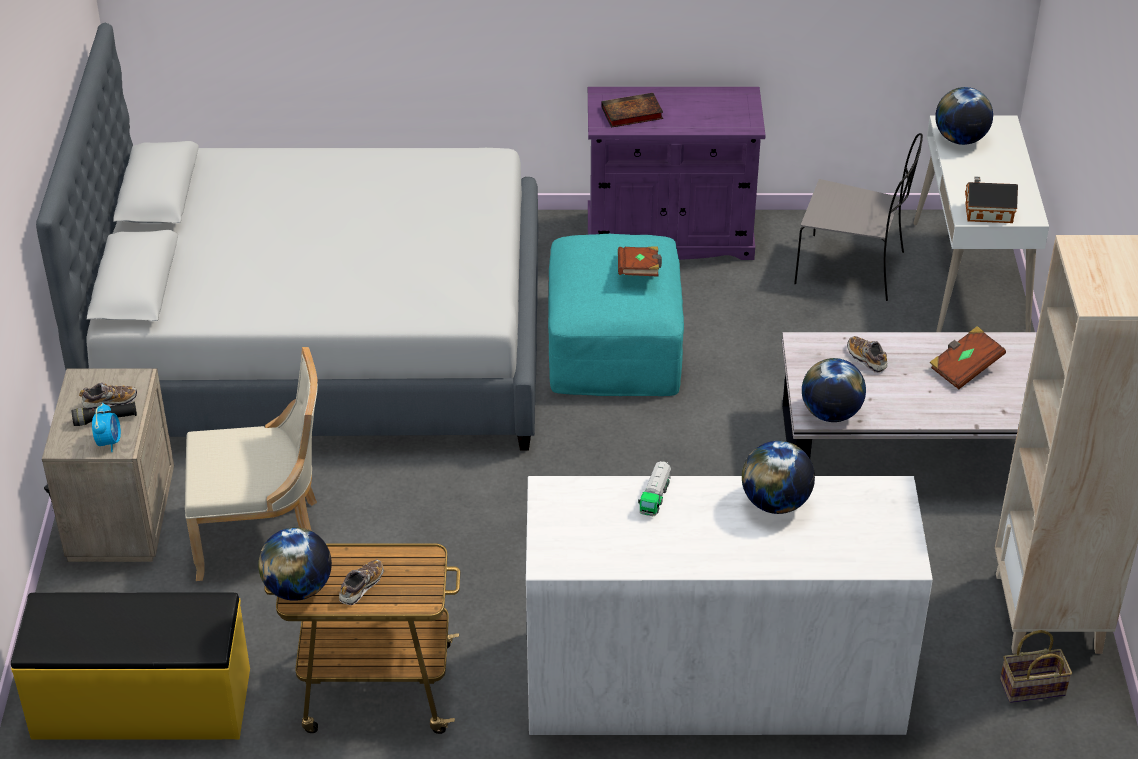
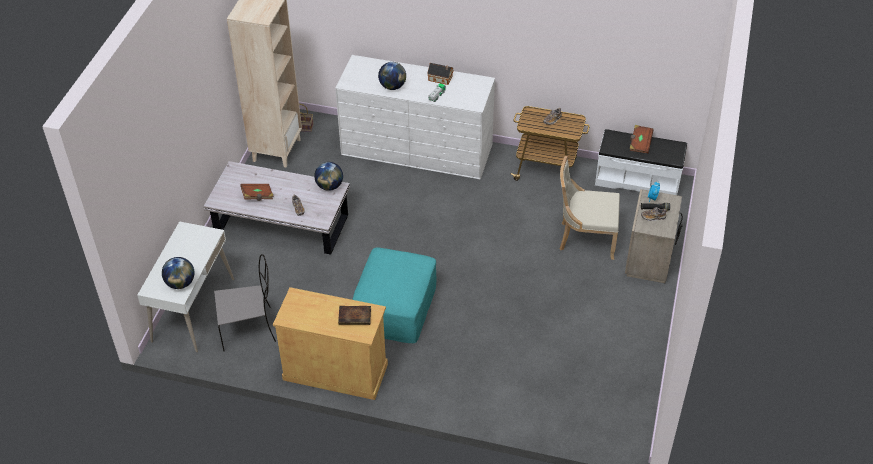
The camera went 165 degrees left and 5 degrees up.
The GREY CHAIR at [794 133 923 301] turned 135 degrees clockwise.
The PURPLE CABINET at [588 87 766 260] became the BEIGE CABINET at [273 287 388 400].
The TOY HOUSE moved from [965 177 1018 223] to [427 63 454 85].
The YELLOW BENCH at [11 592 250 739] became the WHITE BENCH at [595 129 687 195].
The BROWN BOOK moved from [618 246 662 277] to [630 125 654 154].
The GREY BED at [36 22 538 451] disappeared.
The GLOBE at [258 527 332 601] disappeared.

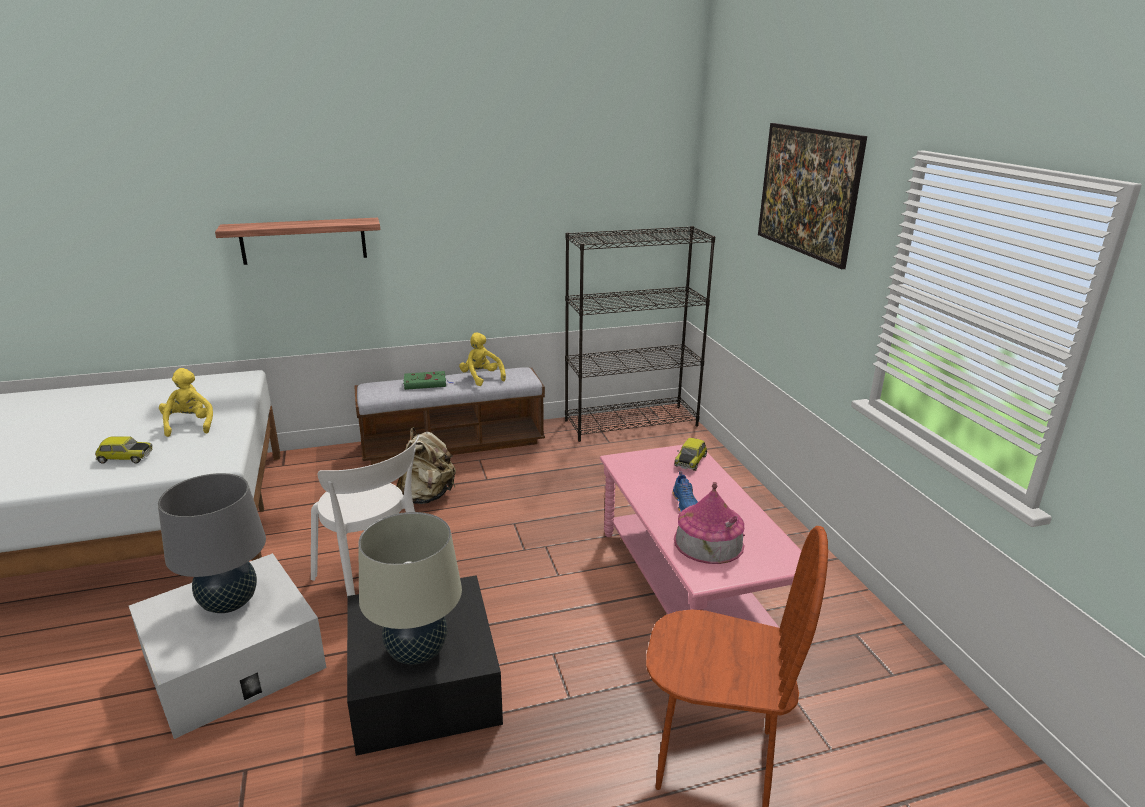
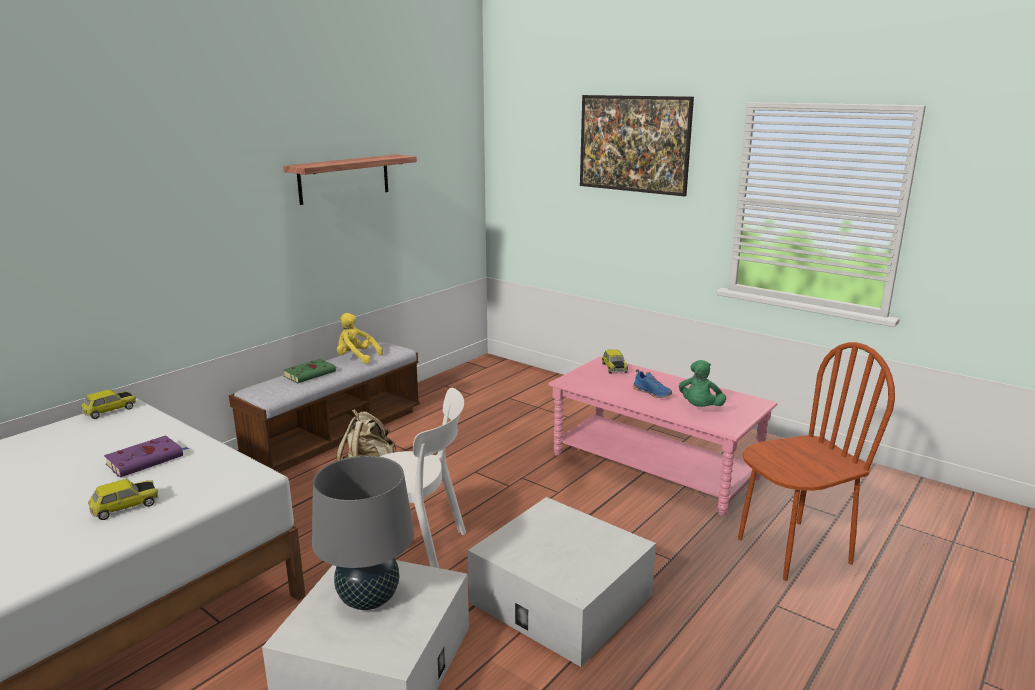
The camera went 35 degrees left and 5 degrees down.
The TOY CAR at [81 389 136 419] appeared.
The YELLOW PLUSH TOY at [159 368 213 437] was replaced by the PURPLE BOOK at [104 435 189 478].
The SHELF moved from [215 218 380 265] to [283 154 417 205].
The BLACK STORAGE BOX at [347 575 503 756] became the WHITE STORAGE BOX at [468 497 656 667].
The TOY HOUSE at [674 482 745 564] was replaced by the GREEN PLUSH TOY at [679 360 726 407].
The BEIGE TABLE LAMP at [358 512 462 665] disappeared.
The BLACK BOOKCASE at [565 226 715 442] disappeared.

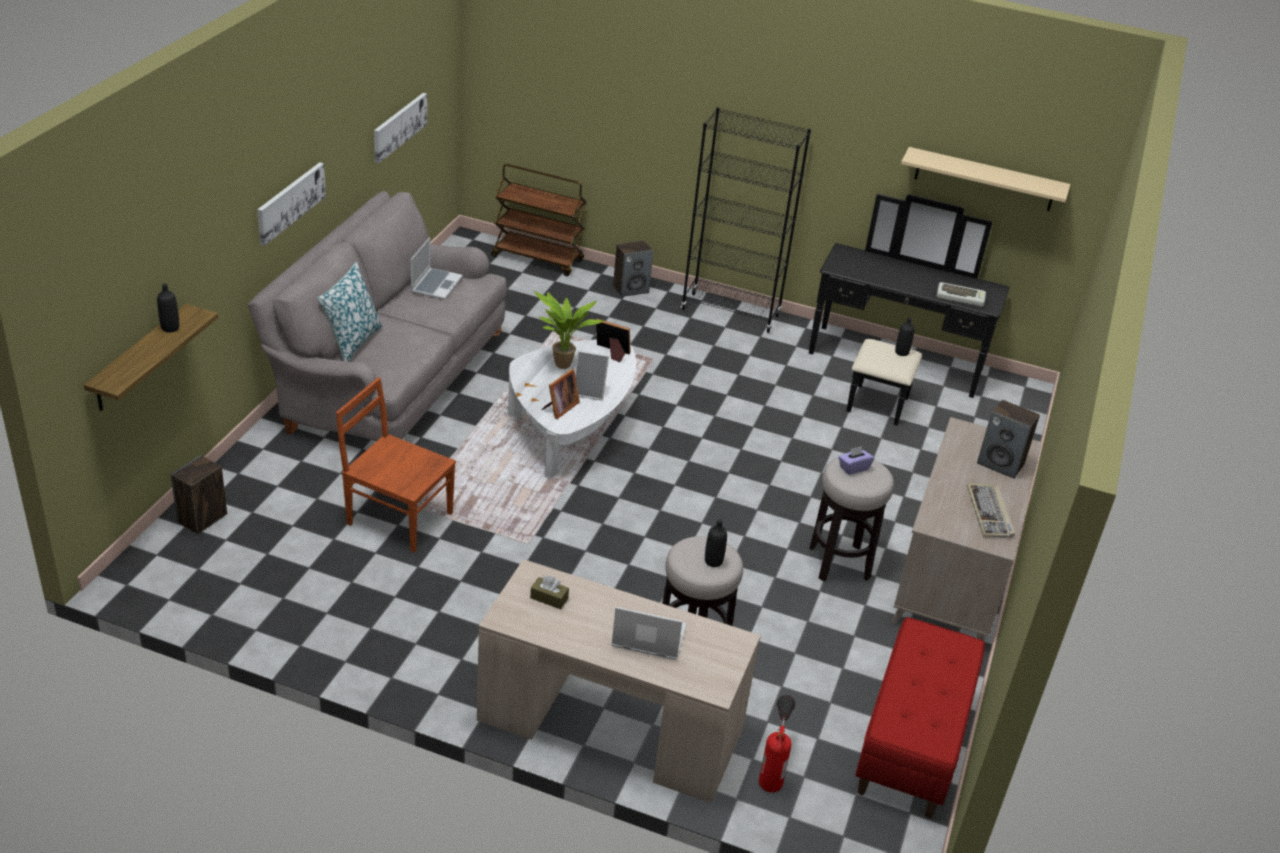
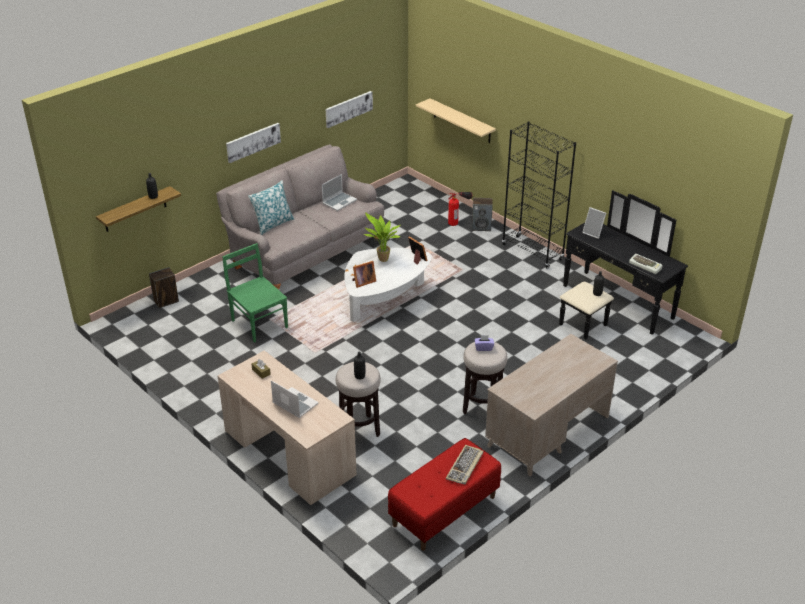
The camera went 30 degrees right and 0 degrees up.
The BROWN CHAIR at [336 377 456 552] became the GREEN CHAIR at [222 243 288 343].
The BEIGE SHELF moved from [901 147 1070 211] to [416 98 496 143].
The KEYBOARD moved from [967 484 1015 537] to [446 445 484 484].
The FIRE EXTINGUISHER moved from [759 695 795 793] to [448 192 472 226].
The PICTURE FRAME moved from [575 350 609 401] to [582 207 606 239].
The BROWN CART at [491 164 586 276] disappeared.
The SPEAKER at [977 400 1040 479] disappeared.

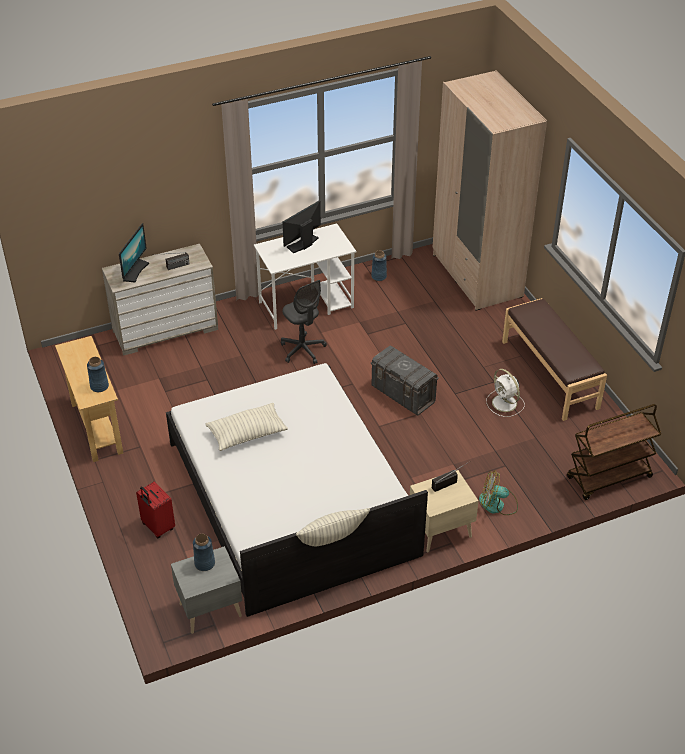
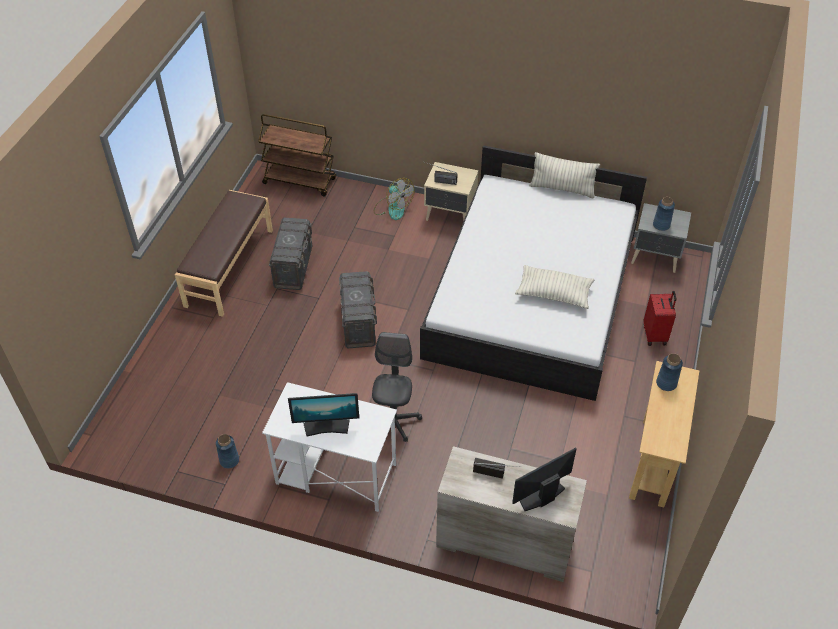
The camera went 140 degrees left and 5 degrees up.
The WHITE FAN at [486 369 525 417] was replaced by the GREY STORAGE BOX at [269 218 312 290].
The BEIGE WARDROBE at [433 70 547 311] disappeared.

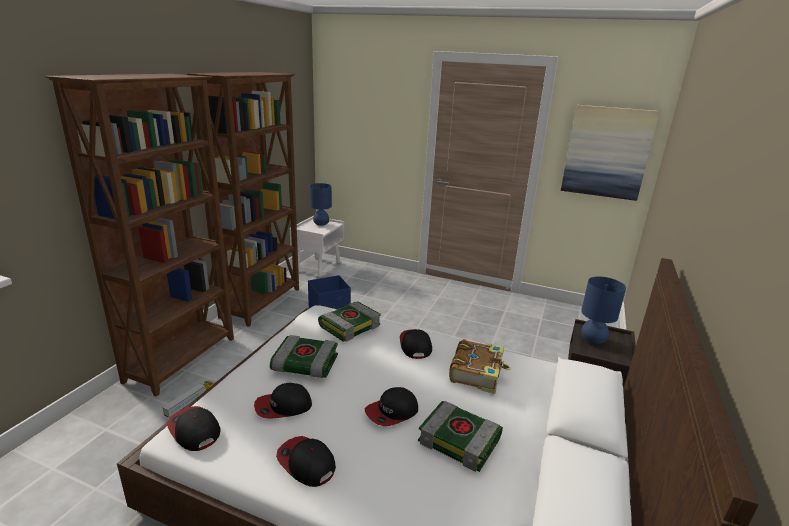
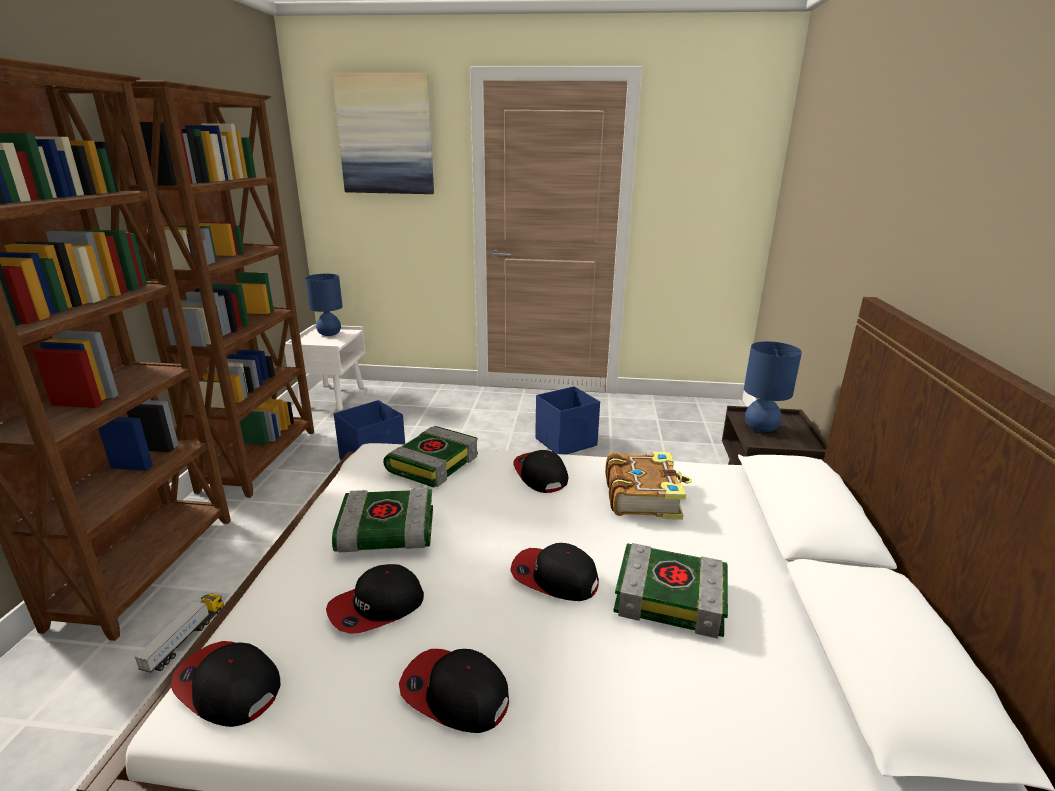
The camera went 15 degrees left and 0 degrees up.
The PICTURE moved from [561 105 660 201] to [332 73 434 194].
The CAP at [365 387 418 426] turned 75 degrees clockwise.
The BLUE STORAGE BOX at [535 386 600 455] appeared.

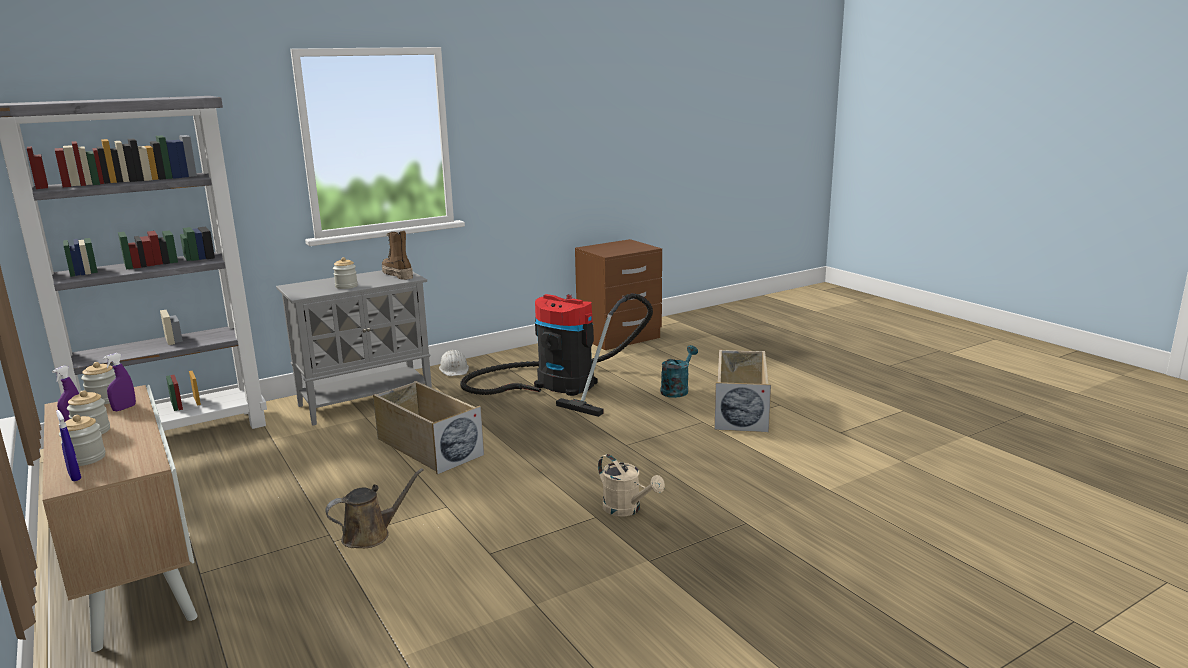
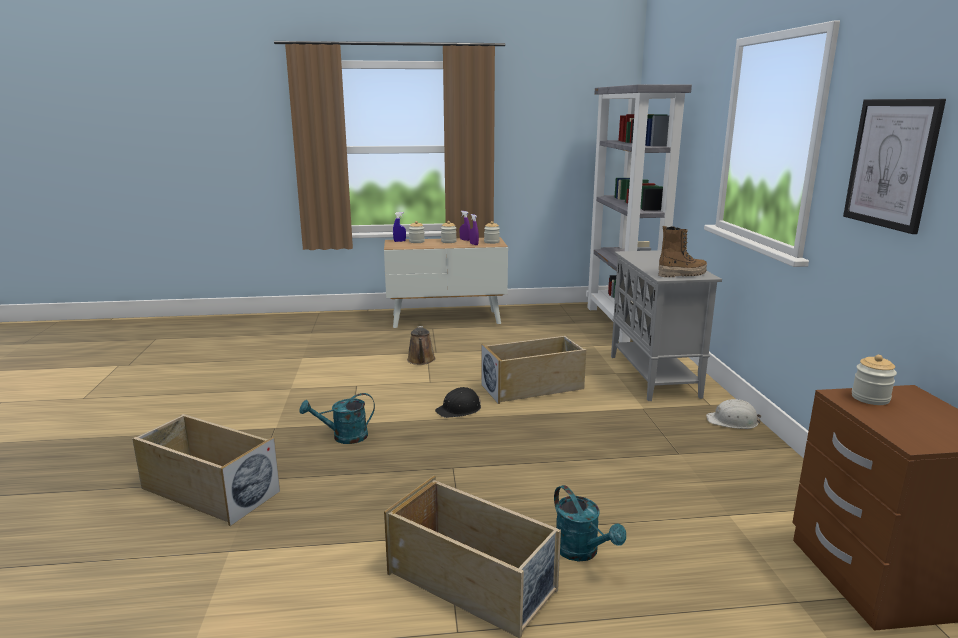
The camera went 115 degrees right and 0 degrees up.
The BEIGE STORAGE BOX at [132 414 280 526] appeared.
The BEIGE WATERING CAN at [598 454 665 516] became the TURQUOISE WATERING CAN at [299 393 375 444].
The BLACK HARD HAT at [435 387 481 418] appeared.
The PICTURE at [843 99 946 234] appeared.
The JAR moved from [333 257 358 289] to [852 355 897 405].
The VACUUM CLEANER at [460 293 653 417] disappeared.

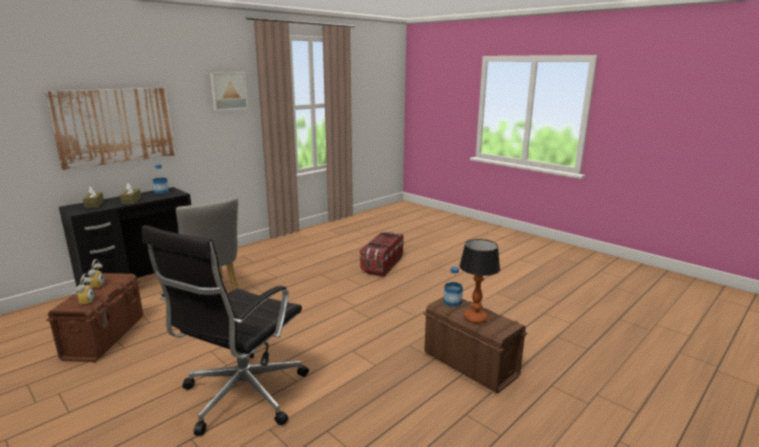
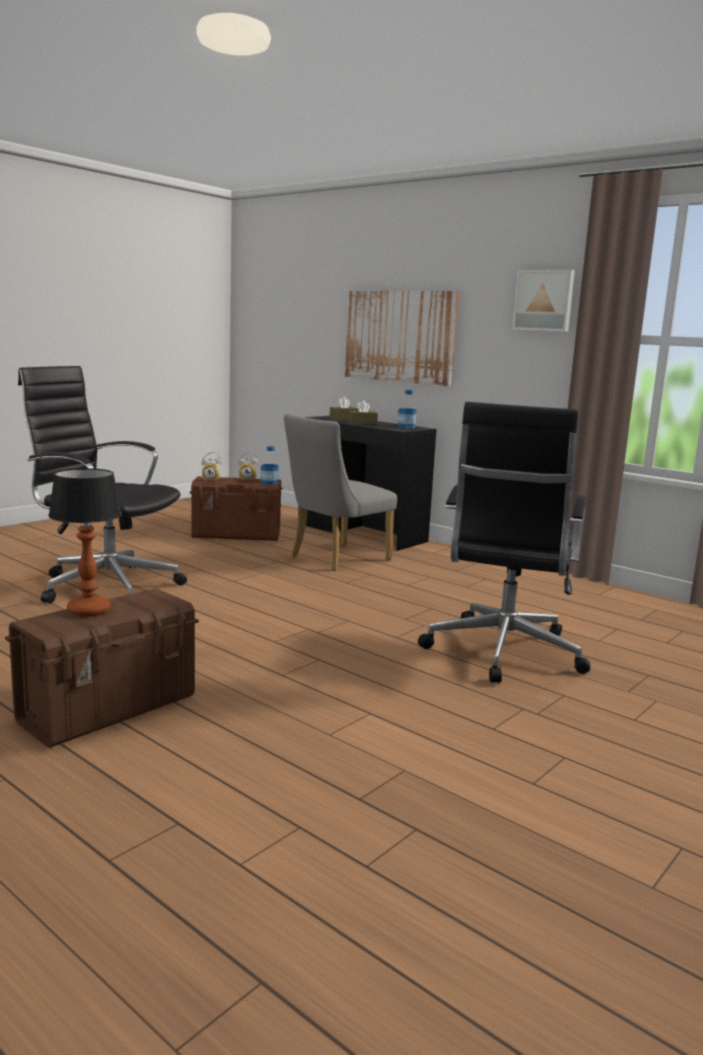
The camera went 85 degrees right and 5 degrees down.
The BOTTLE moved from [444 267 463 307] to [260 446 279 485].
The STORAGE BOX at [360 232 404 277] was replaced by the BLACK OFFICE CHAIR at [418 402 590 683].

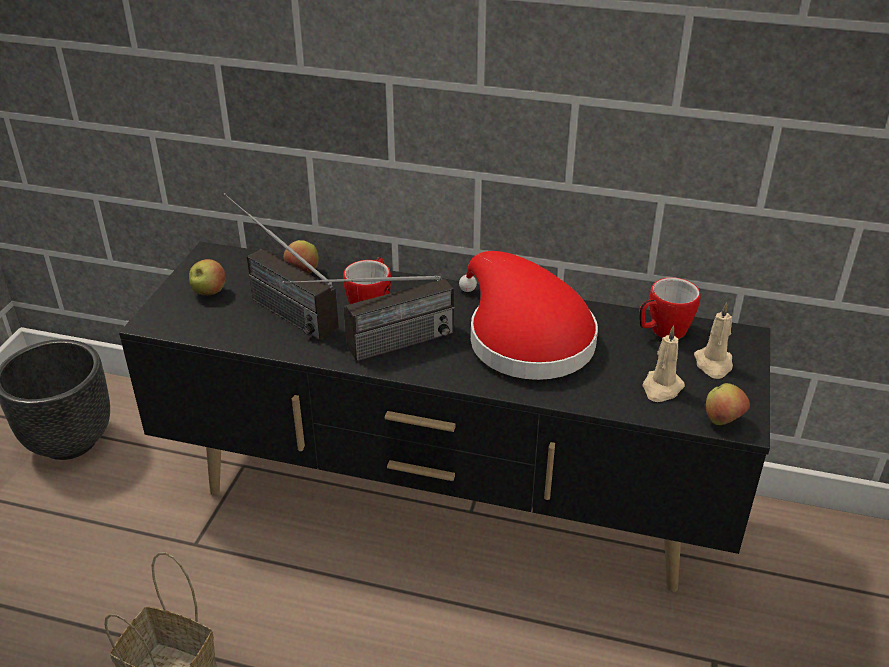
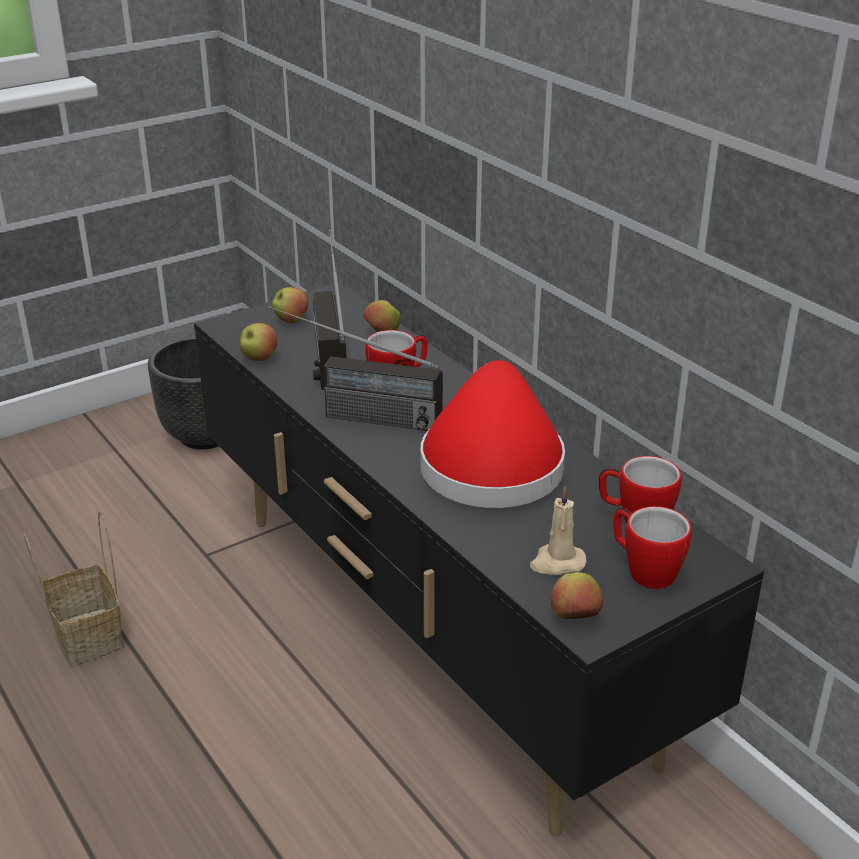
The camera went 40 degrees right and 5 degrees down.
The APPLE at [240 323 277 361] appeared.
The BEIGE CANDLE at [694 302 733 379] was replaced by the MUG at [614 506 692 589].

